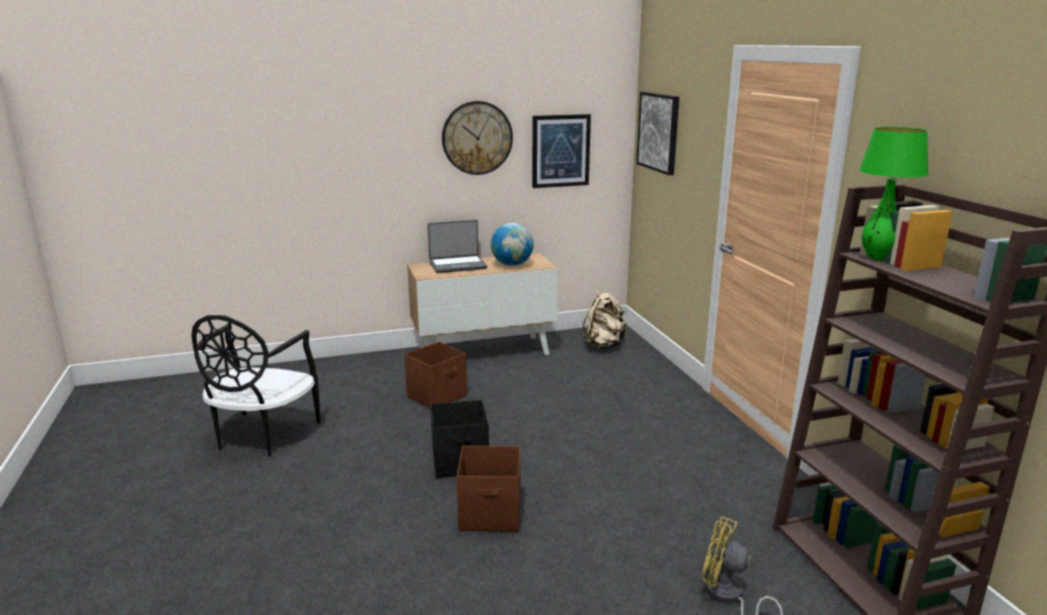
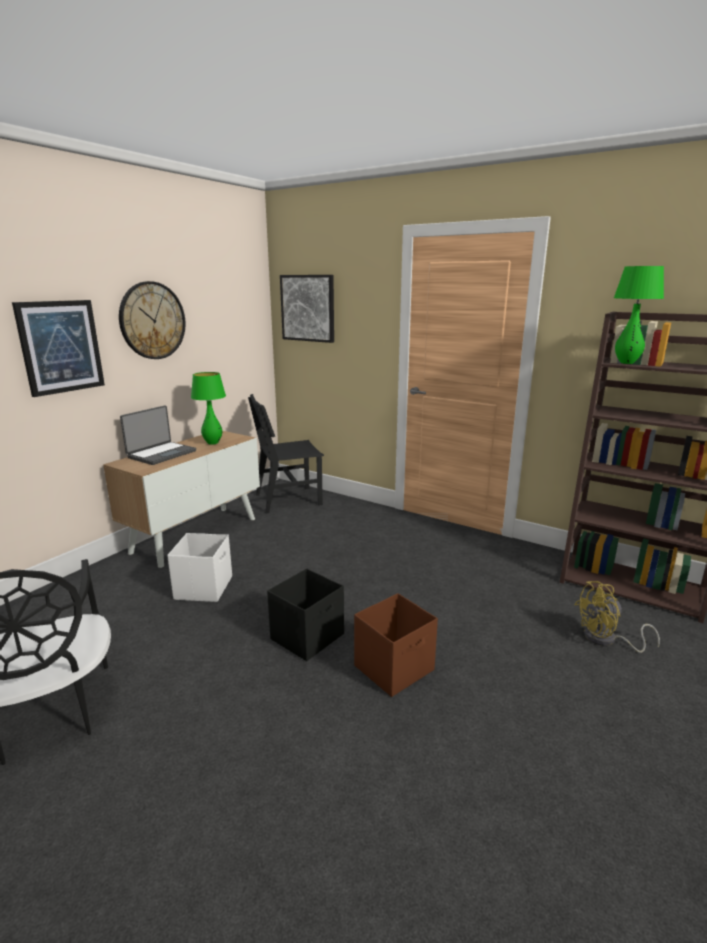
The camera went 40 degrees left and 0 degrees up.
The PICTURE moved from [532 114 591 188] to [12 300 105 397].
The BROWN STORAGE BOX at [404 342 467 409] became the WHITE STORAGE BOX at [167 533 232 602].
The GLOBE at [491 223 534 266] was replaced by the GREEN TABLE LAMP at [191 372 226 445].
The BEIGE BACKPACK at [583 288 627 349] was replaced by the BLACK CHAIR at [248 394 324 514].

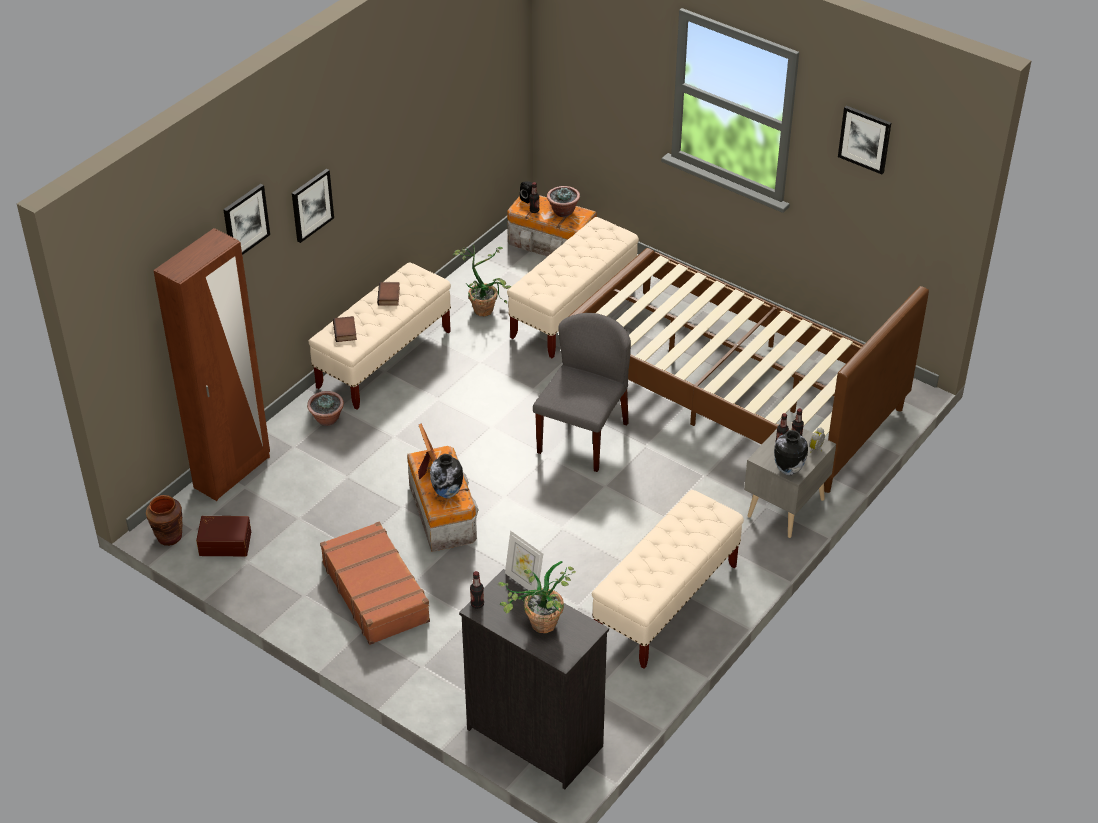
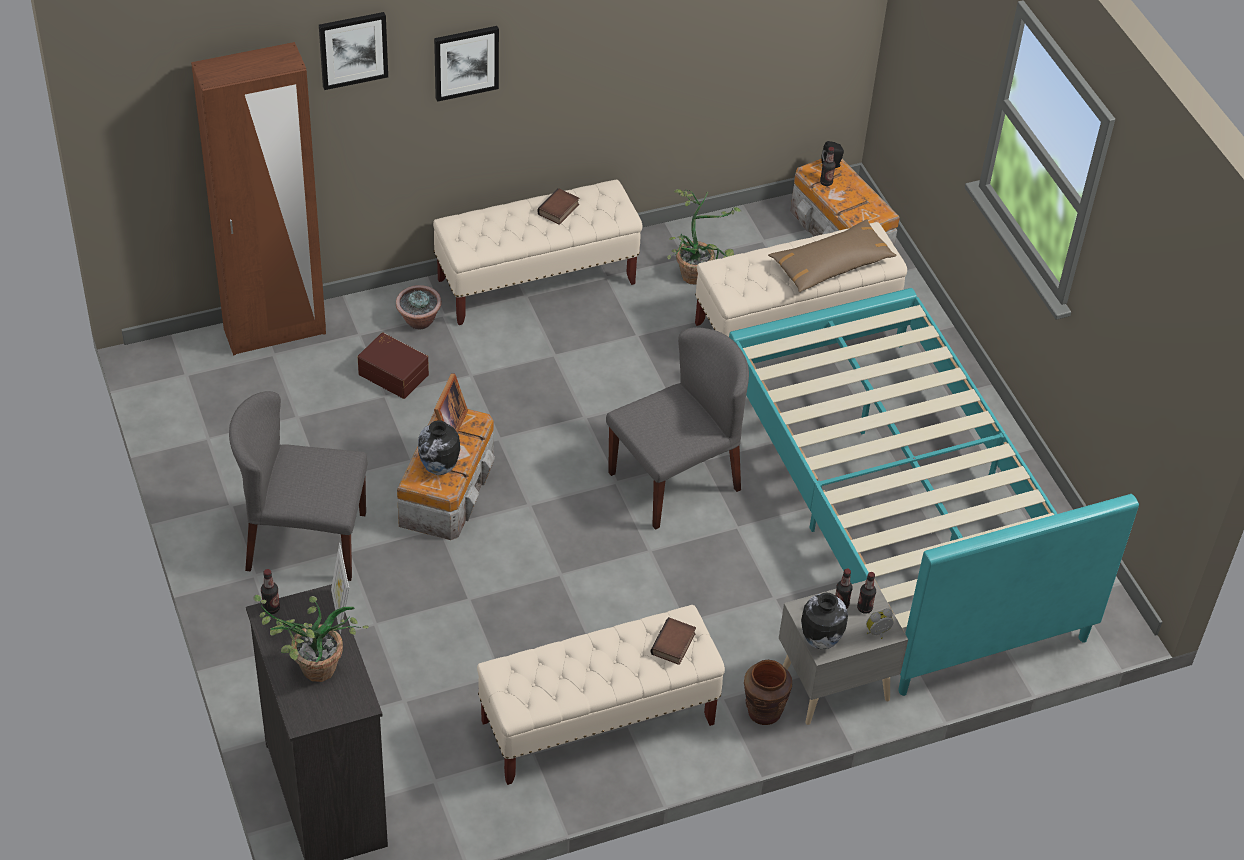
The camera went 30 degrees right and 5 degrees up.
The BROWN SUITCASE at [320 522 430 645] was replaced by the GREY CHAIR at [229 391 367 581].
The BROWN STORAGE BOX moved from [196 516 251 556] to [358 332 429 399].
The BOOK moved from [333 316 357 342] to [650 617 696 665].
The BROWN BED at [568 248 929 493] became the TURQUOISE BED at [729 288 1139 696].
The BROWN VASE moved from [146 495 183 546] to [744 660 792 725].
The BROWN PILLOW at [768 219 897 292] appeared.
The POTTED PLANT at [547 186 580 217] disappeared.
The PICTURE at [838 105 891 174] disappeared.

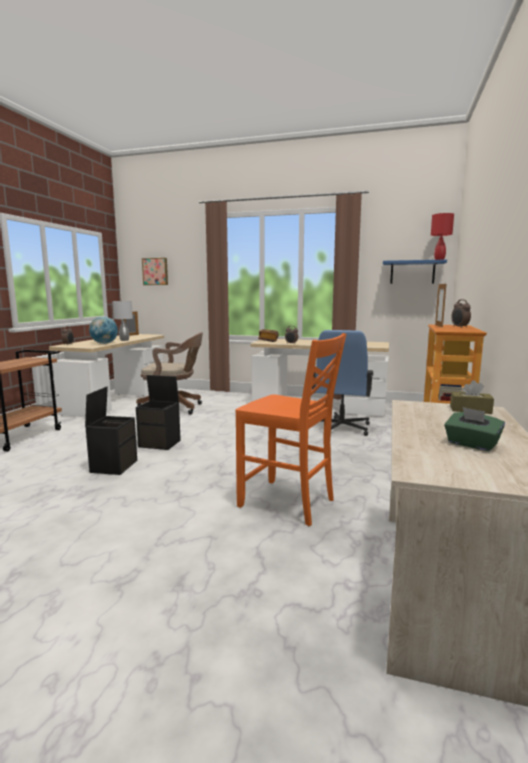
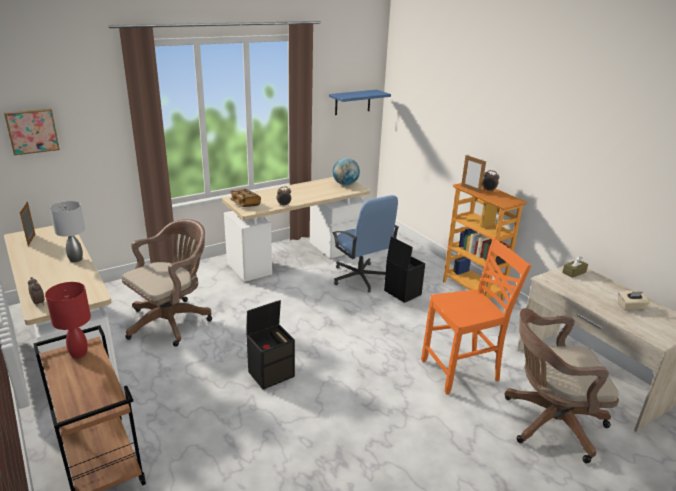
The camera went 50 degrees left and 15 degrees up.
The RED TABLE LAMP moved from [431 213 454 260] to [45 282 91 358].
The GLOBE moved from [89 316 118 344] to [332 158 360 185].
The BLACK STORAGE BOX moved from [85 387 137 475] to [384 237 425 303].
The BROWN OFFICE CHAIR at [504 308 619 463] appeared.
The GREEN TISSUE BOX at [444 407 505 451] became the BEIGE TISSUE BOX at [618 290 650 311].

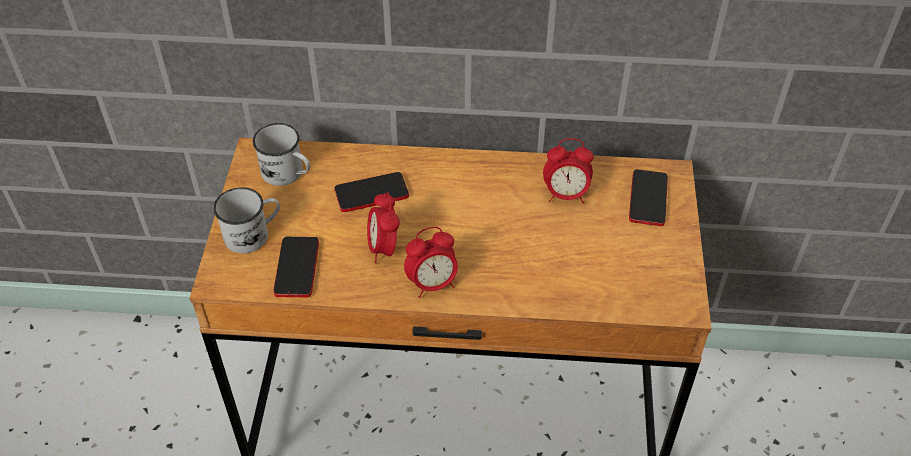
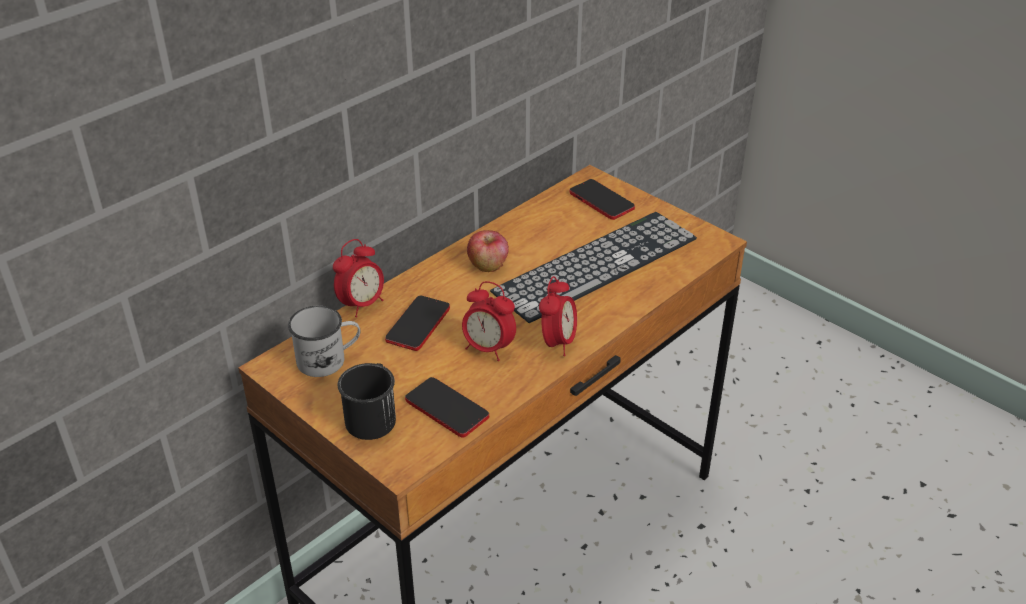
The camera went 50 degrees left and 10 degrees down.
The ALARM CLOCK moved from [543 138 594 203] to [333 239 384 317].
The WHITE MUG at [213 187 280 254] became the BLACK MUG at [338 363 396 440].
The APPLE at [467 230 509 272] appeared.
The KEYBOARD at [490 212 697 323] appeared.

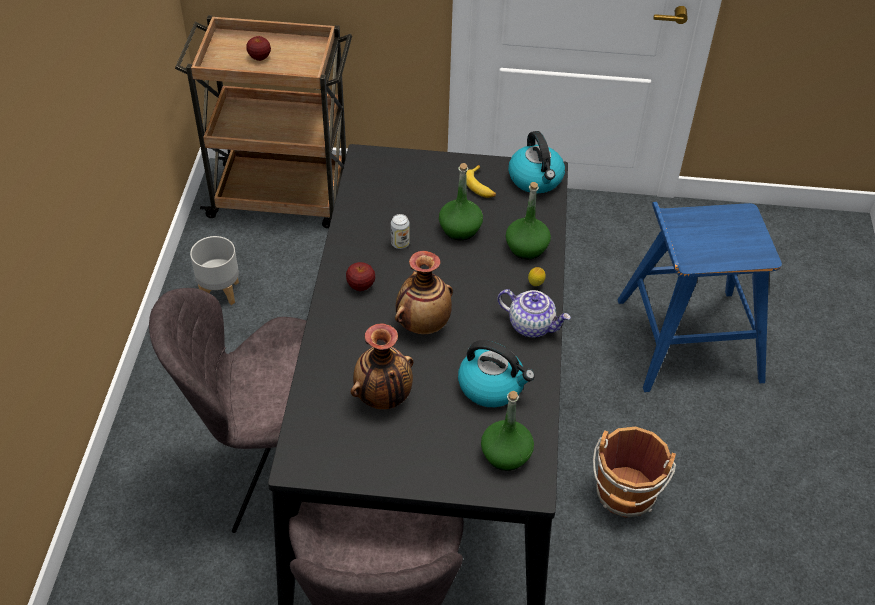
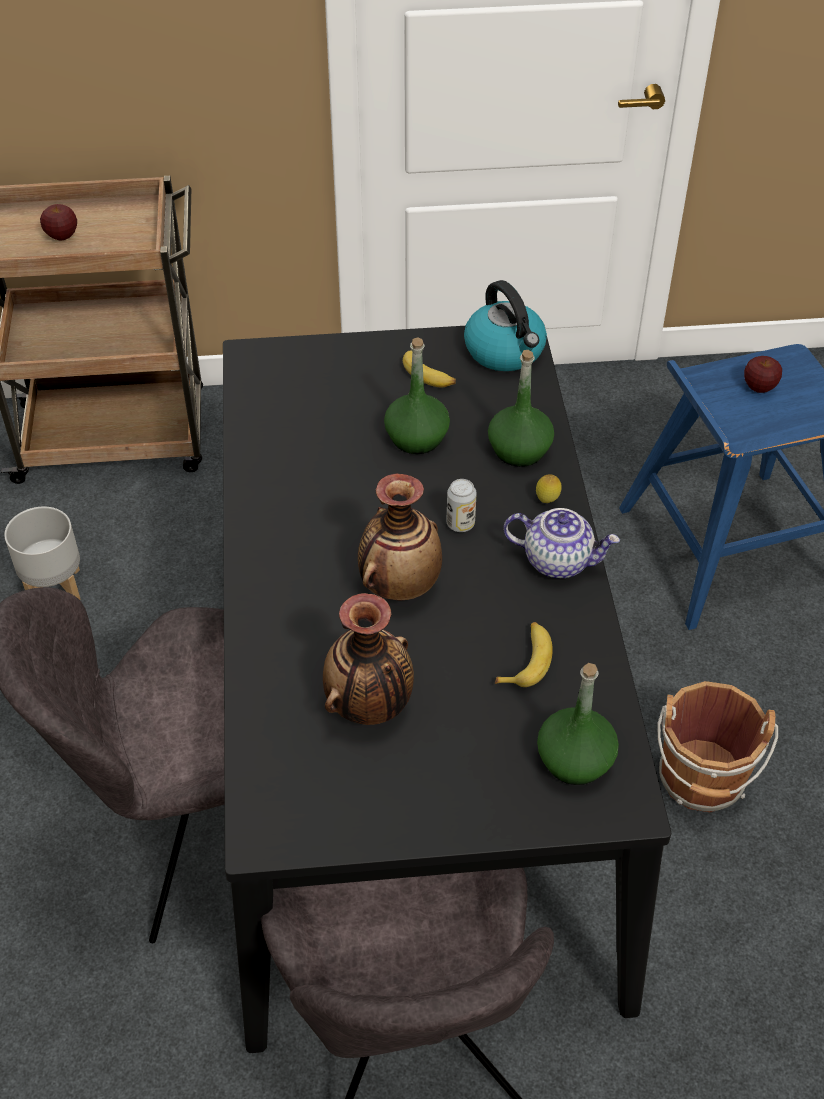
The camera went 10 degrees left and 0 degrees up.
The CAN moved from [391 214 410 249] to [447 479 477 532].
The KETTLE at [458 340 535 407] was replaced by the BANANA at [495 622 553 687].
The APPLE moved from [346 262 375 291] to [744 356 782 393].

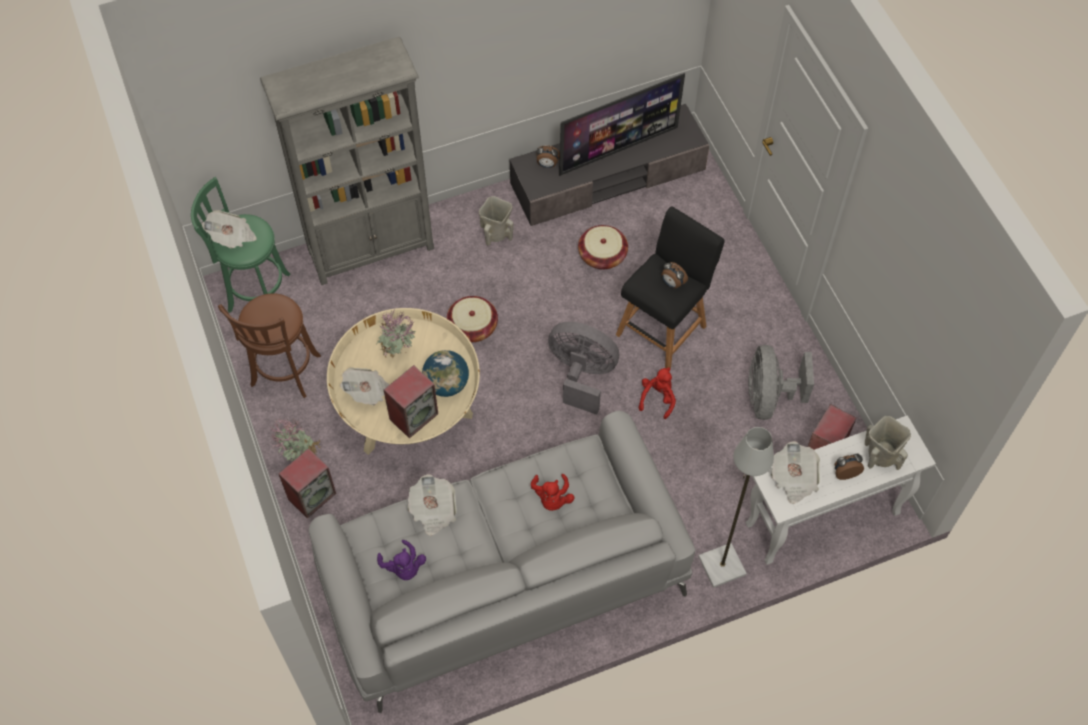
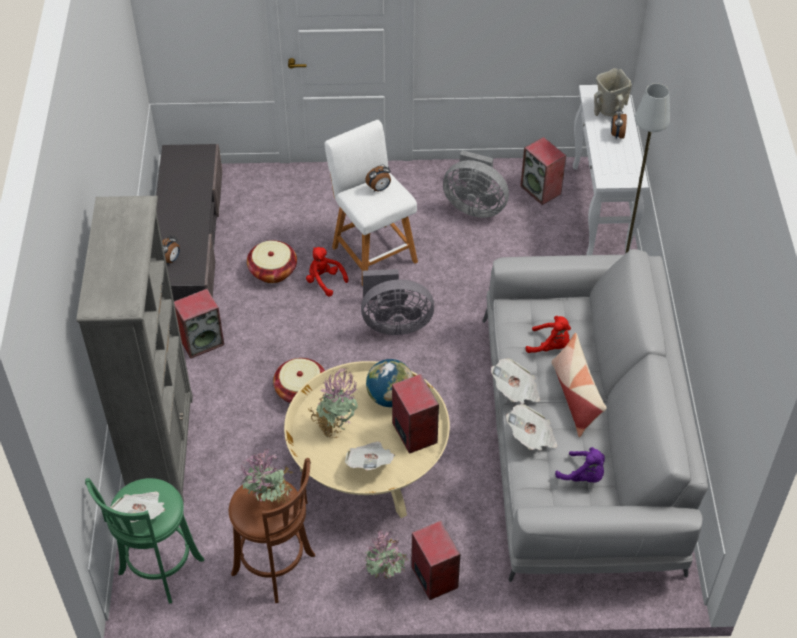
The camera went 70 degrees left and 10 degrees down.
The BEIGE VASE at [479 196 514 246] was replaced by the SPEAKER at [174 289 224 358].
The POTTED PLANT at [241 449 293 508] appeared.
The RED PLUSH TOY moved from [639 368 676 419] to [306 247 349 297].
The BLACK STOOL at [616 206 725 368] became the WHITE STOOL at [324 120 418 286].
The GREY FAN at [548 322 619 415] turned 135 degrees counterclockwise.
The NEWSPAPER moved from [771 441 820 504] to [491 358 540 403].
The PILLOW at [551 333 607 437] appeared.
The PURPLE PLUSH TOY at [377 540 426 580] turned 45 degrees clockwise.
The TELEVISION at [559 73 685 176] disappeared.

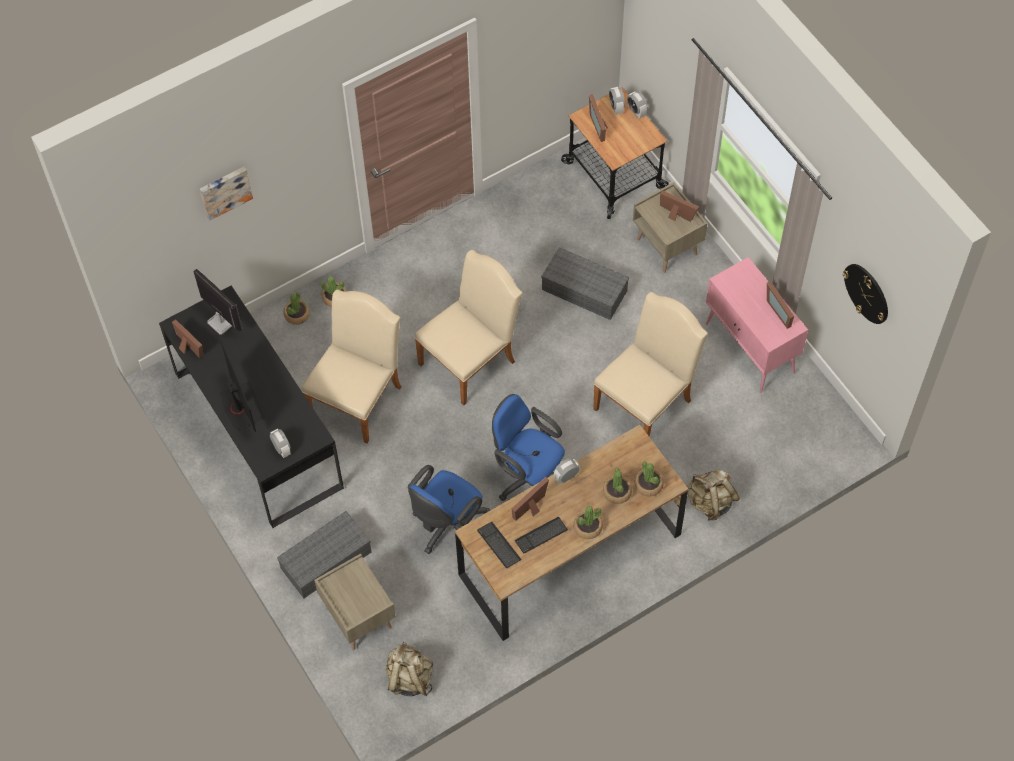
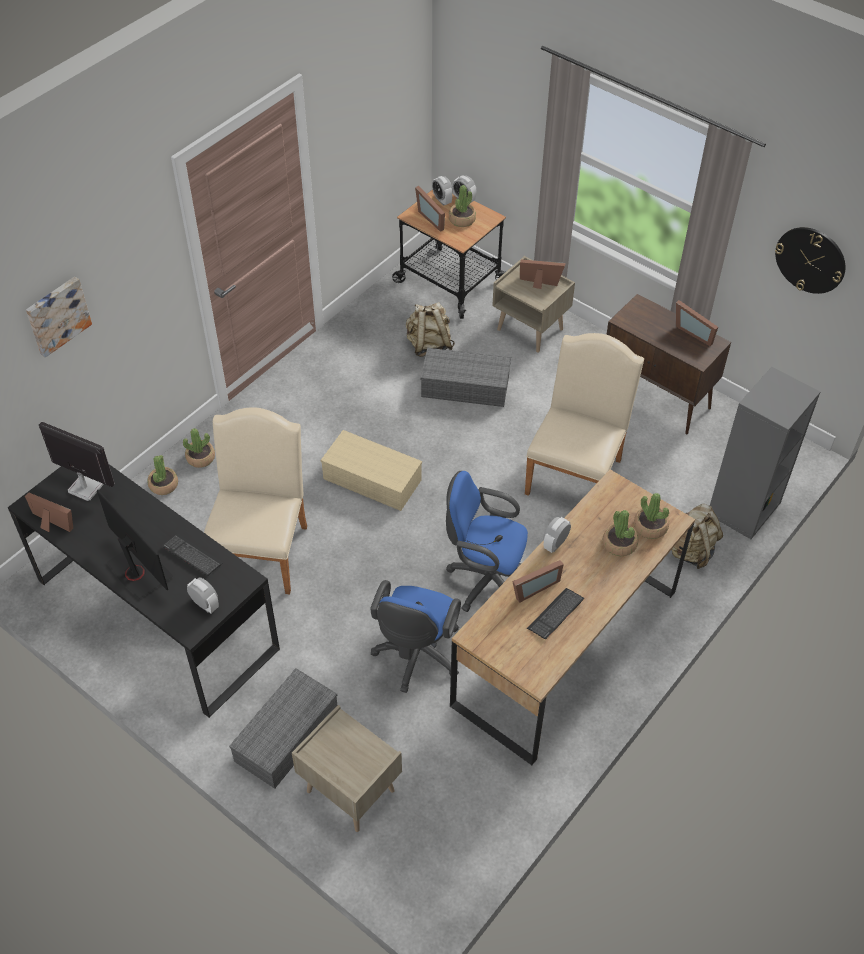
The camera went 20 degrees left and 10 degrees down.
The KEYBOARD moved from [477 522 522 568] to [162 533 223 576].
The BEIGE CHAIR at [415 250 522 405] was replaced by the BEIGE STORAGE BOX at [321 430 422 511].
The BEIGE BACKPACK moved from [385 642 433 696] to [406 302 455 357].
The POTTED PLANT moved from [574 506 603 539] to [449 185 476 227].
The PICTURE FRAME at [512 477 549 521] turned 150 degrees counterclockwise.
The PINK CABINET at [706 257 808 393] became the BROWN CABINET at [606 294 731 435].
The GREY BOOKCASE at [710 367 820 539] appeared.

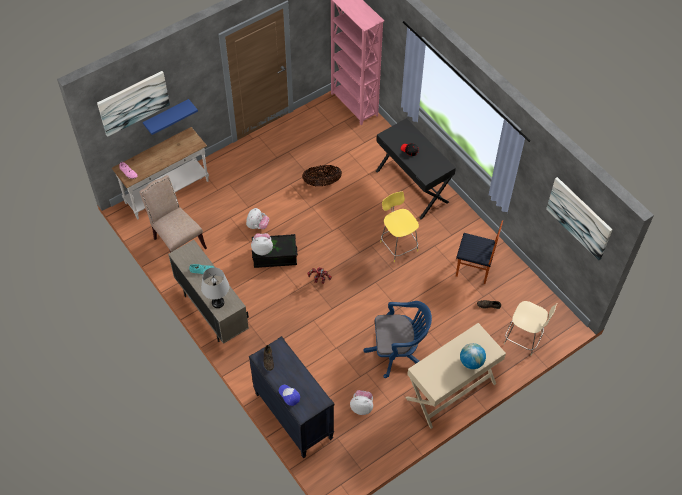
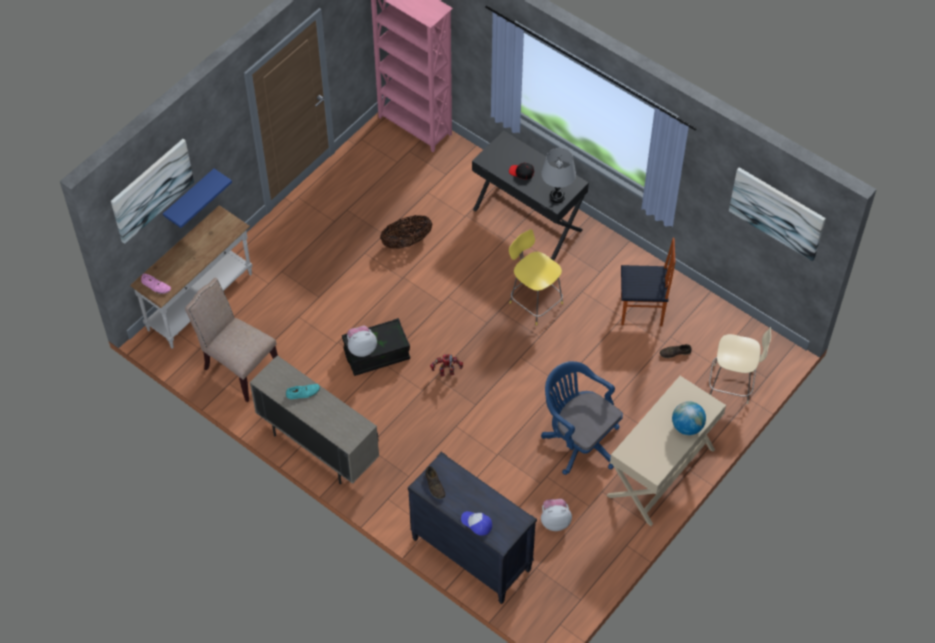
The camera went 15 degrees left and 0 degrees up.
The GREY TABLE LAMP moved from [201 267 229 308] to [541 148 576 203].
The BLUE OFFICE CHAIR at [363 301 432 378] turned 120 degrees counterclockwise.
The PLUSH TOY at [246 208 269 229] disappeared.

